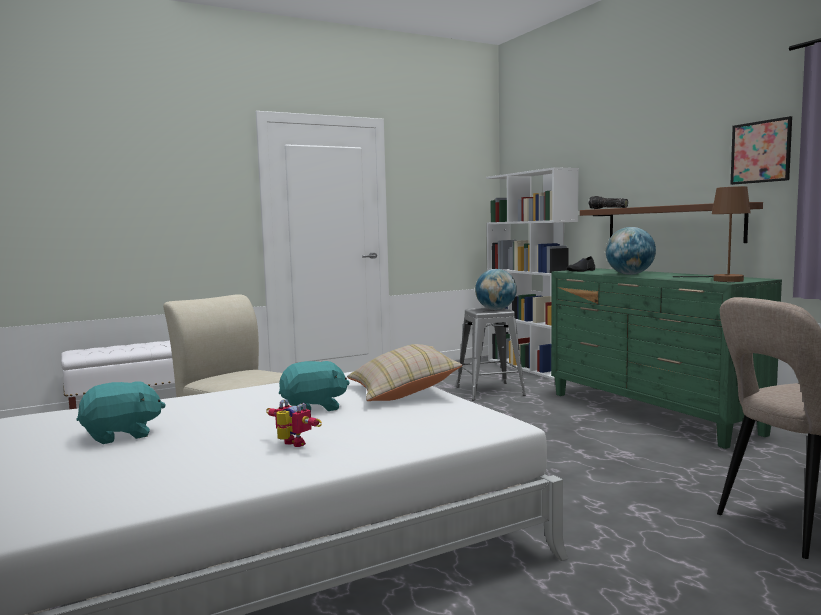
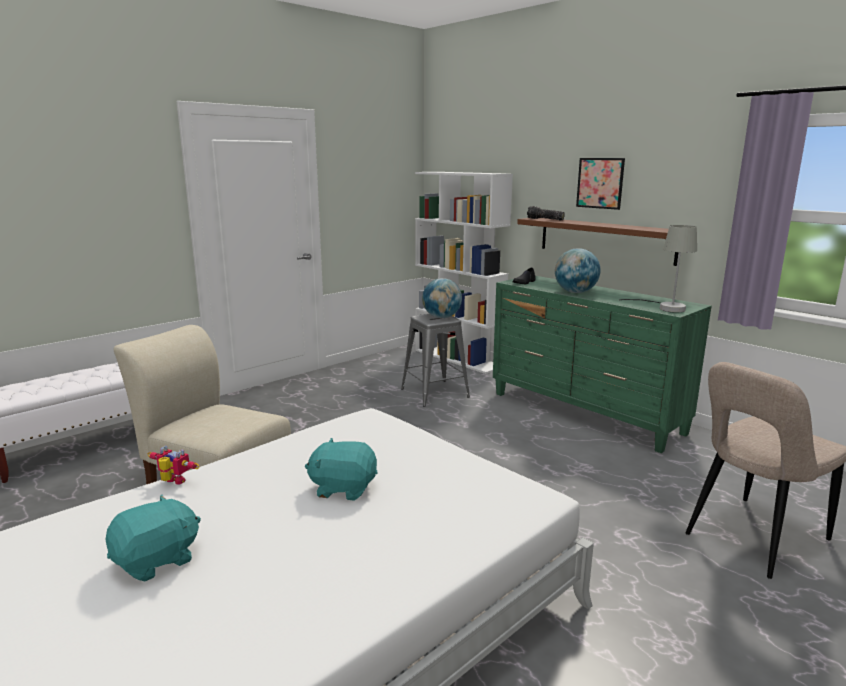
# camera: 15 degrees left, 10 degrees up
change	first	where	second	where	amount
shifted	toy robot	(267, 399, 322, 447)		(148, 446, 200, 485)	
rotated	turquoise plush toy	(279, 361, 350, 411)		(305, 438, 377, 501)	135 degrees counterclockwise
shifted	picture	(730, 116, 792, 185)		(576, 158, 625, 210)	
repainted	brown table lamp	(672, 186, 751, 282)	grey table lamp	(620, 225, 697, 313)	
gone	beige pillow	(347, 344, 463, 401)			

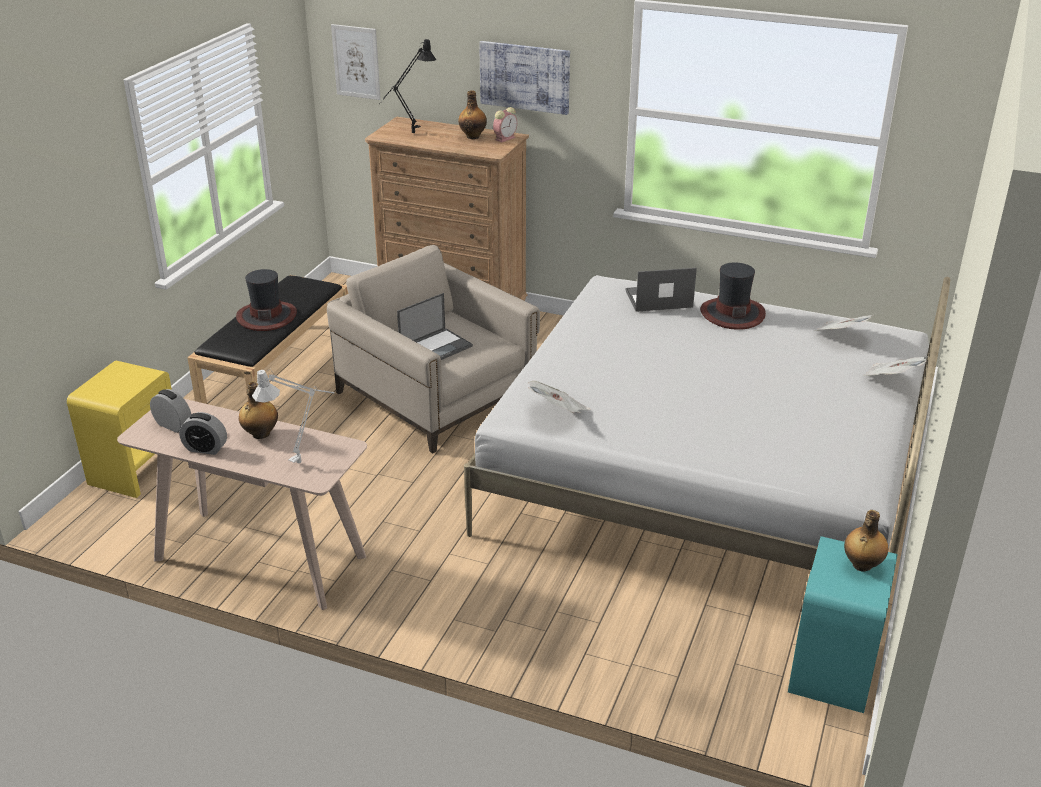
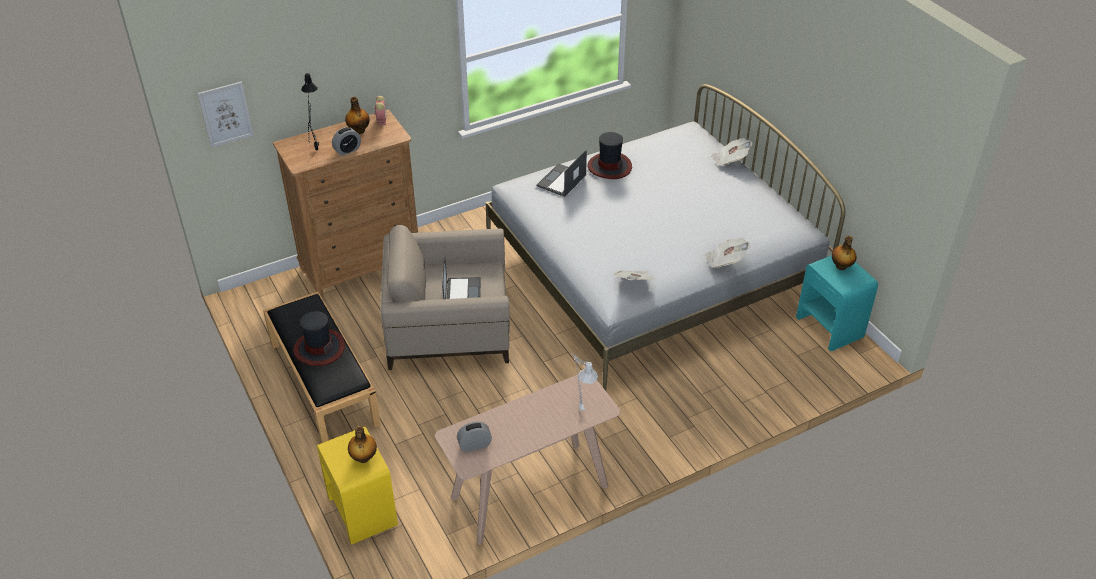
# camera: 50 degrees left, 10 degrees up
change	first	where	second	where	amount
shifted	alarm clock	(179, 412, 227, 455)		(332, 127, 361, 156)	
shifted	bottle	(239, 381, 278, 439)		(348, 426, 377, 463)	
shifted	newspaper	(814, 315, 872, 331)		(705, 237, 750, 268)	
gone	picture	(479, 41, 570, 115)			

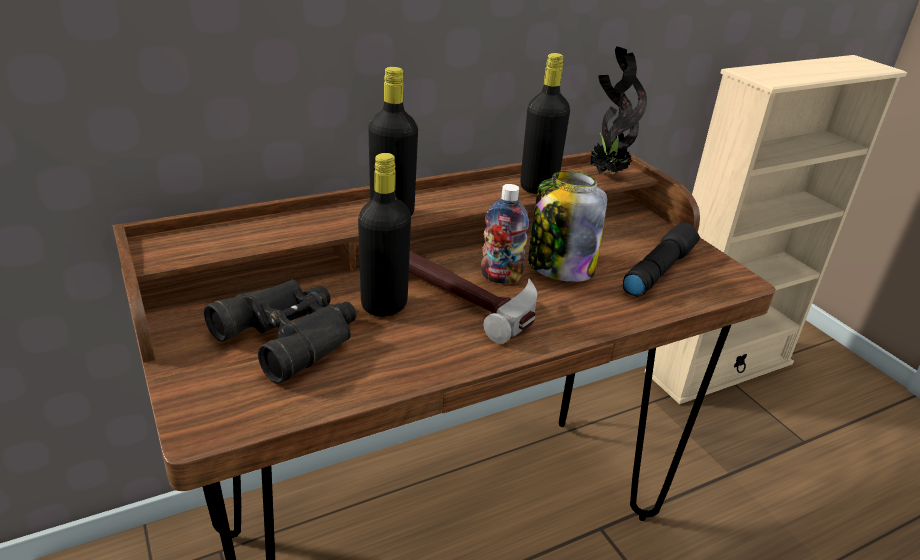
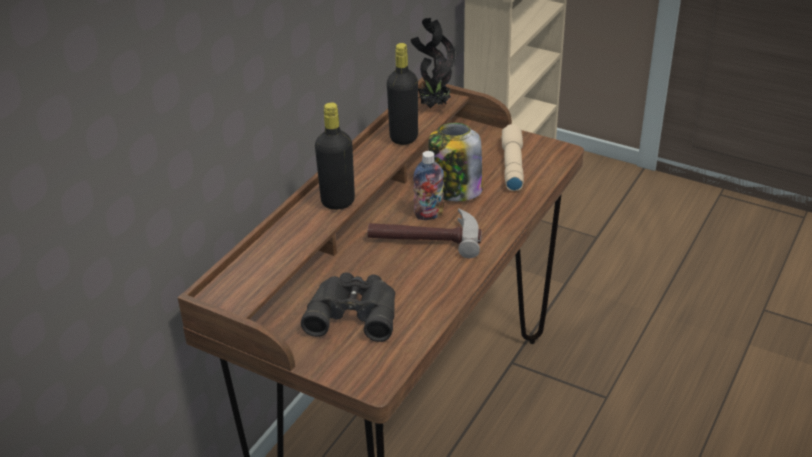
# camera: 30 degrees left, 5 degrees up
change	first	where	second	where	amount
repainted	black flashlight	(623, 223, 700, 297)	beige flashlight	(502, 124, 524, 191)	
gone	black bottle	(358, 153, 411, 317)			

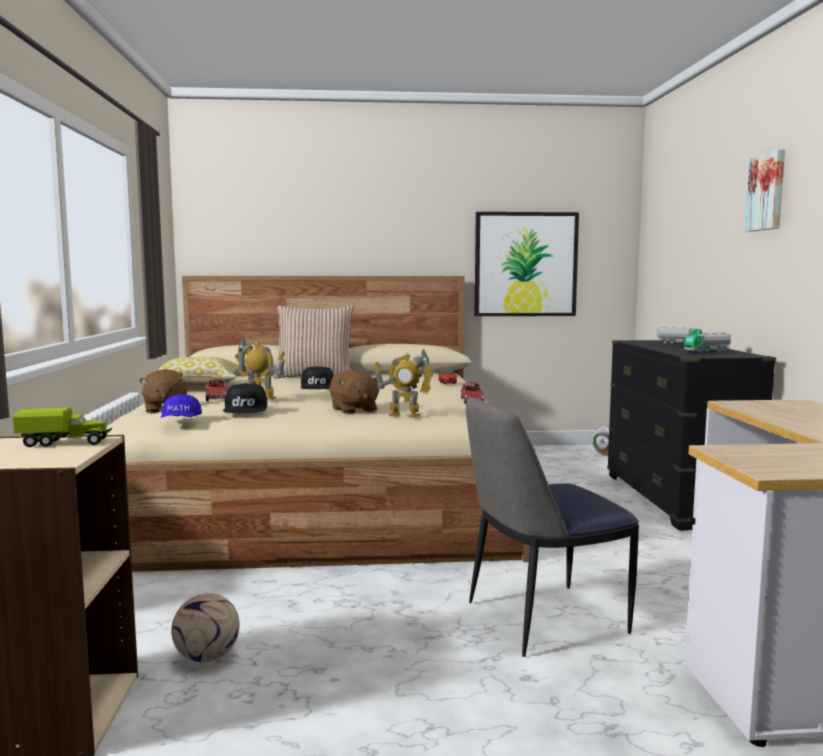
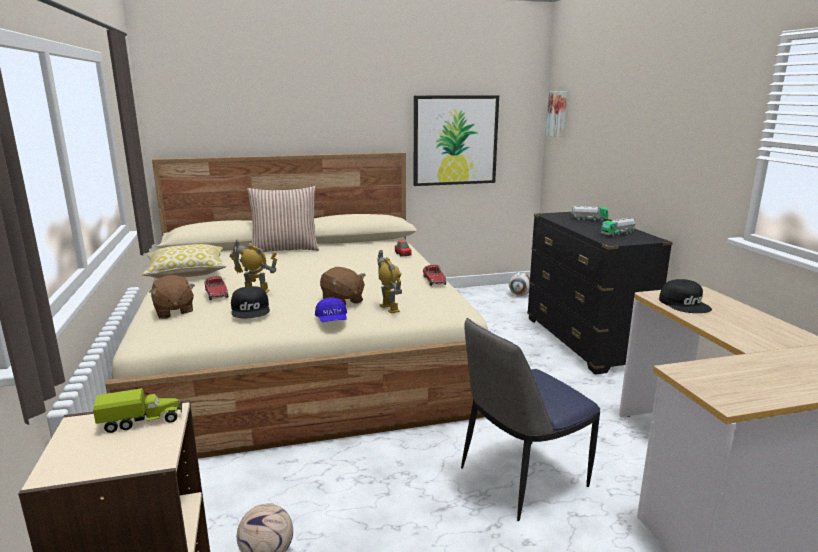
# camera: 10 degrees left, 10 degrees up
change	first	where	second	where	amount
shifted	blue cap	(161, 394, 202, 418)		(315, 297, 347, 322)	
rotated	toy robot	(374, 349, 436, 418)		(377, 250, 402, 314)	120 degrees counterclockwise
shifted	picture	(745, 150, 785, 232)		(546, 91, 567, 138)	
shifted	black cap	(301, 366, 334, 389)		(659, 279, 712, 313)	

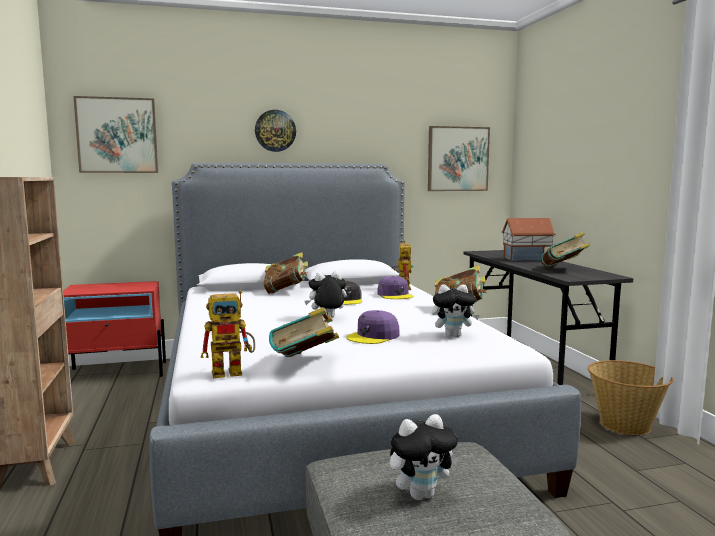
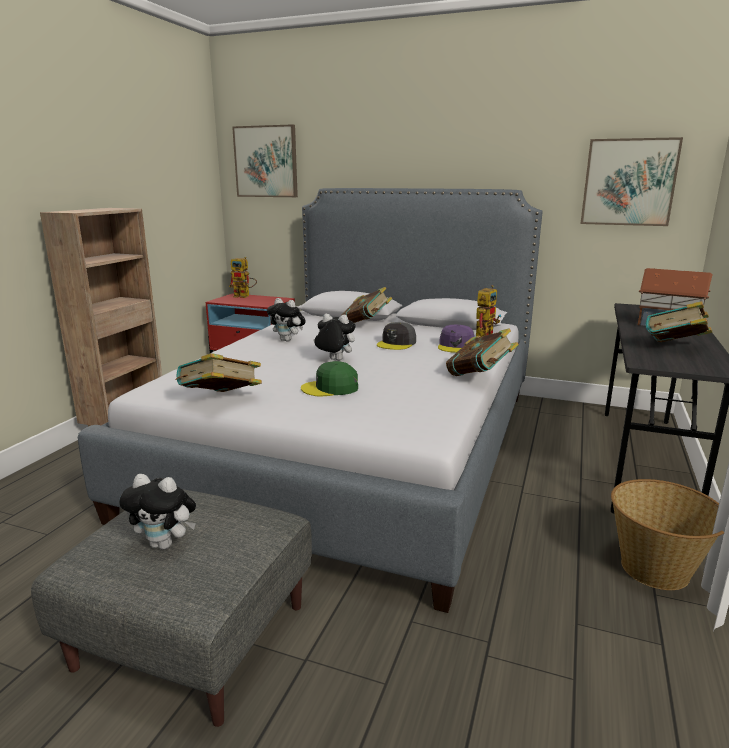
# camera: 35 degrees right, 10 degrees up
change	first	where	second	where	amount
shifted	toy robot	(201, 290, 255, 378)		(229, 257, 257, 298)	
shifted	plush toy	(432, 284, 480, 337)		(267, 298, 306, 341)	
repainted	purple cap	(347, 310, 400, 344)	green cap	(301, 361, 358, 396)	
gone	wall clock	(255, 110, 296, 152)			

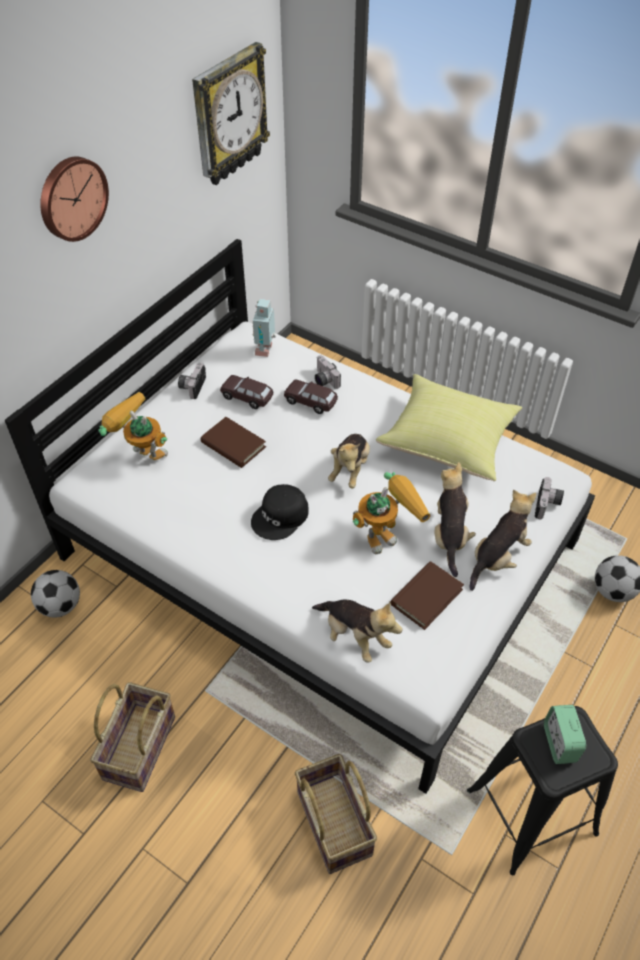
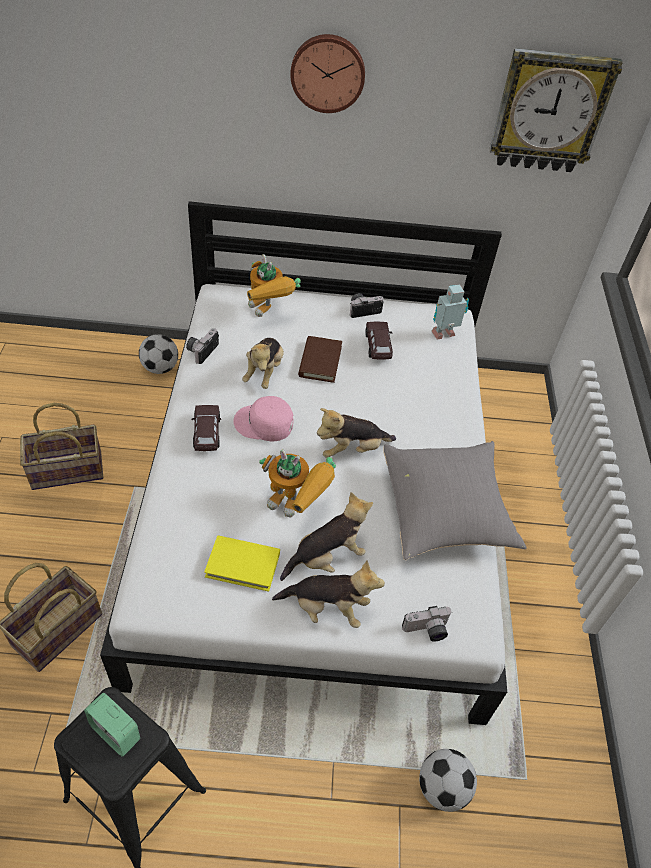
# camera: 55 degrees right, 0 degrees up
change	first	where	second	where	amount
rotated	alarm clock	(544, 705, 586, 764)		(84, 693, 140, 757)	105 degrees counterclockwise
shifted	photo camera	(315, 355, 341, 389)		(186, 328, 219, 364)	
shifted	brown toy car	(284, 380, 338, 414)		(191, 405, 221, 451)	
repainted	brown book	(391, 561, 464, 630)	yellow book	(204, 535, 280, 592)	
repainted	black cap	(251, 484, 309, 540)	pink cap	(233, 396, 294, 441)	
shifted	plush toy	(312, 599, 402, 663)		(242, 338, 284, 389)	
rotated	toy robot	(98, 392, 168, 460)		(247, 254, 301, 317)	150 degrees clockwise
repainted	yellow pillow	(376, 374, 522, 481)	grey pillow	(383, 441, 527, 560)	

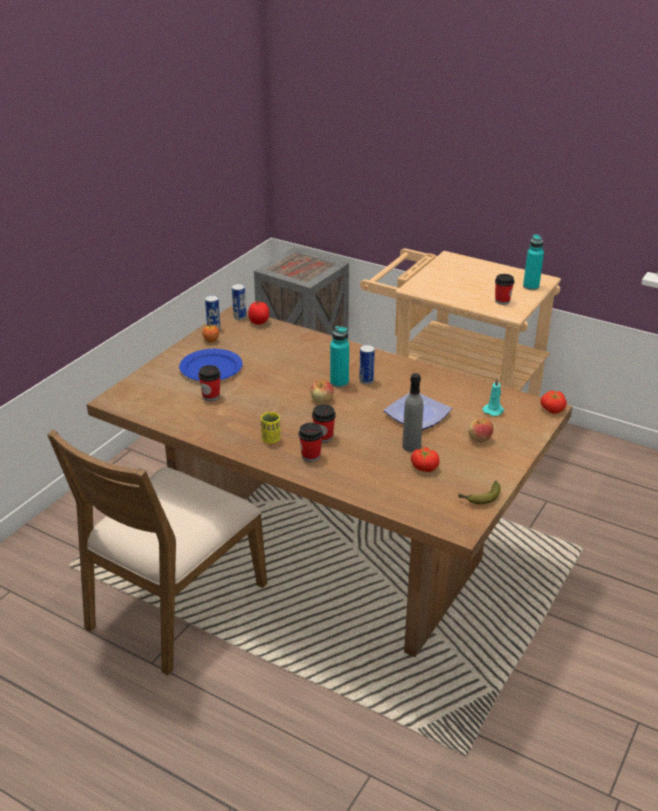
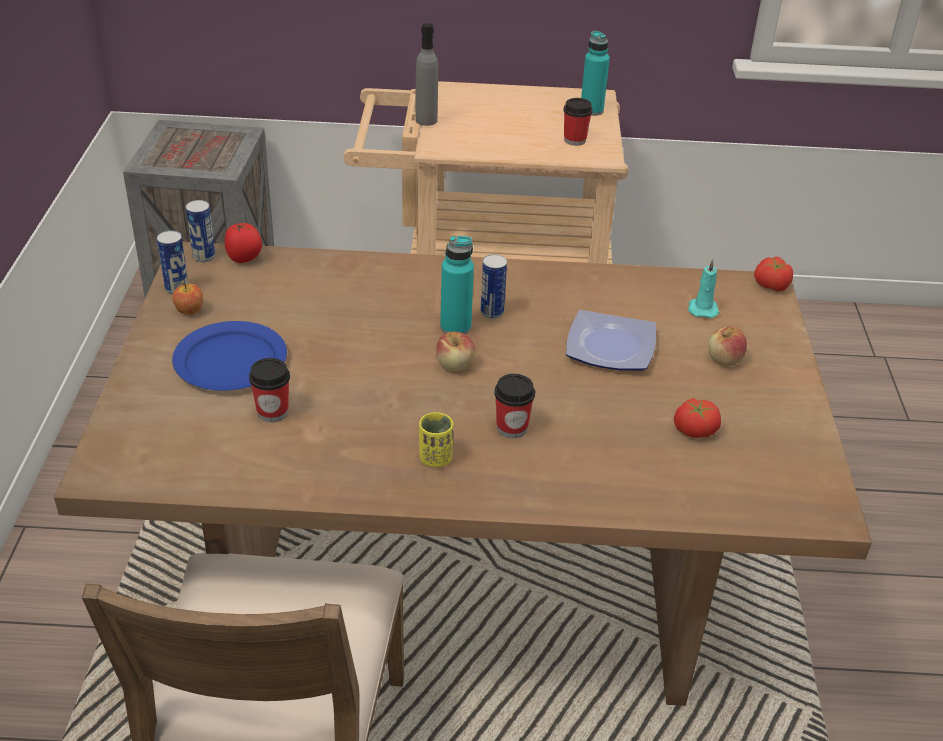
# camera: 30 degrees left, 5 degrees up
change	first	where	second	where	amount
shifted	grey bottle	(402, 373, 423, 452)		(415, 23, 438, 126)	
gone	cup	(299, 423, 323, 462)			
gone	banana	(458, 481, 501, 504)			

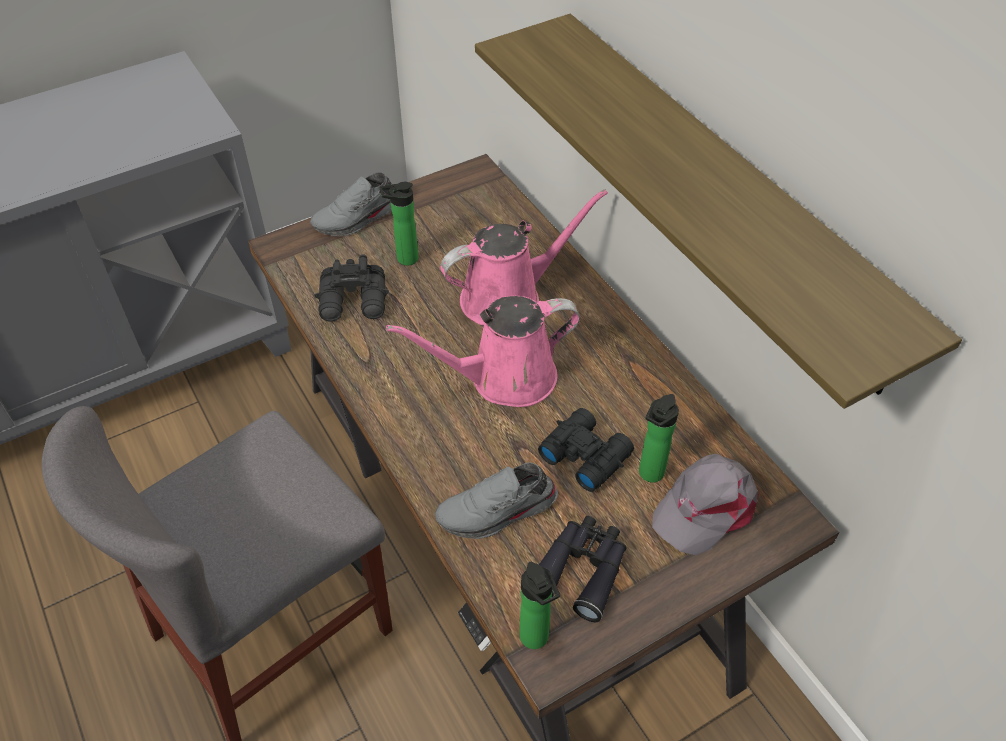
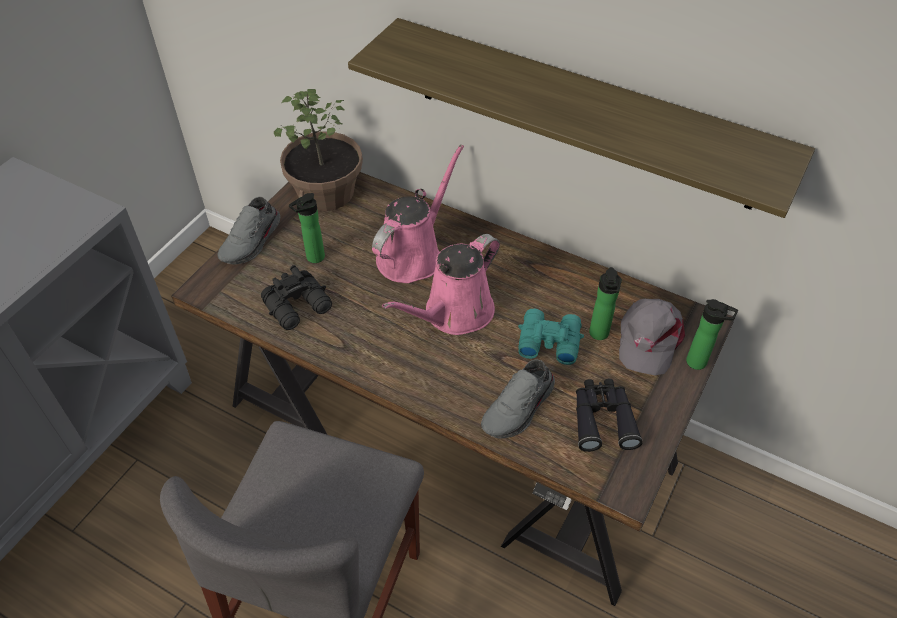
# camera: 30 degrees left, 0 degrees up
change	first	where	second	where	amount
new			potted plant	(274, 89, 363, 211)	
repainted	black binoculars	(538, 408, 634, 492)	turquoise binoculars	(518, 309, 584, 365)	
shifted	bottle	(520, 562, 560, 649)		(686, 299, 738, 370)	

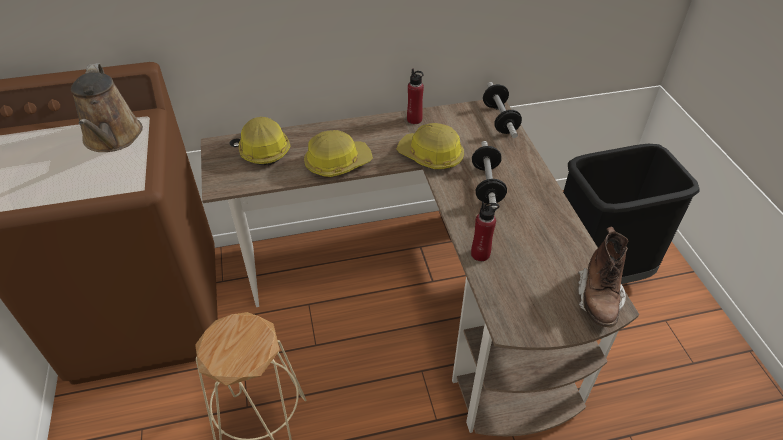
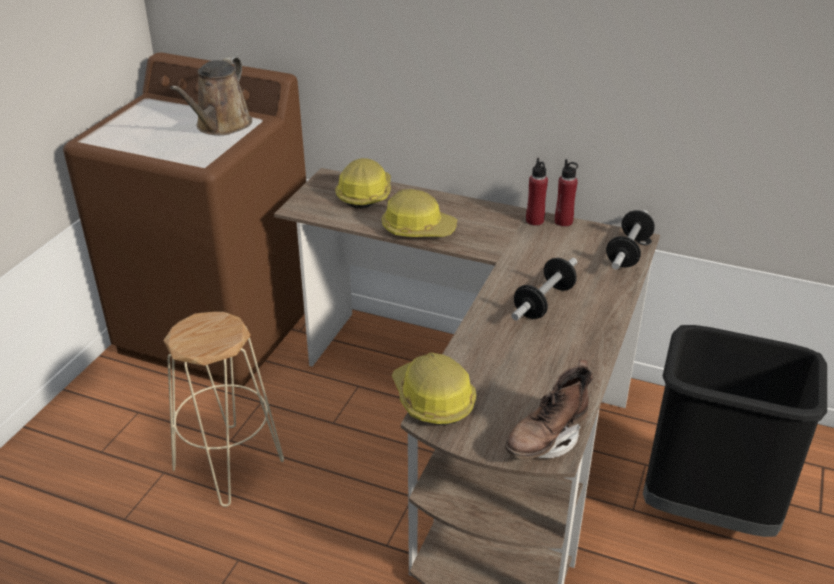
# camera: 35 degrees right, 10 degrees down
change	first	where	second	where	amount
shifted	hard hat	(396, 123, 464, 169)		(392, 352, 476, 425)	
shifted	red bottle	(471, 202, 499, 261)		(555, 159, 578, 227)	

